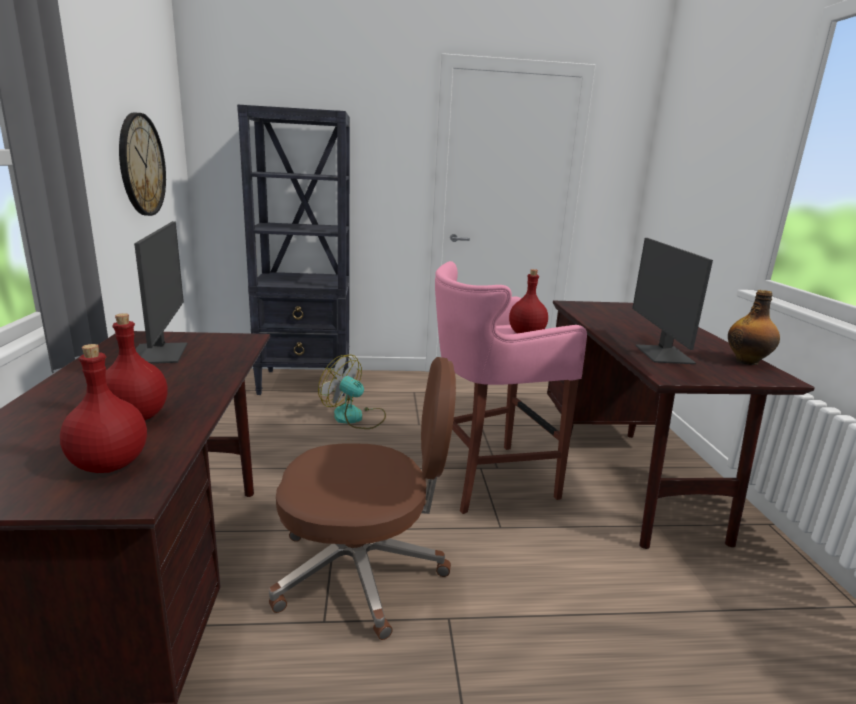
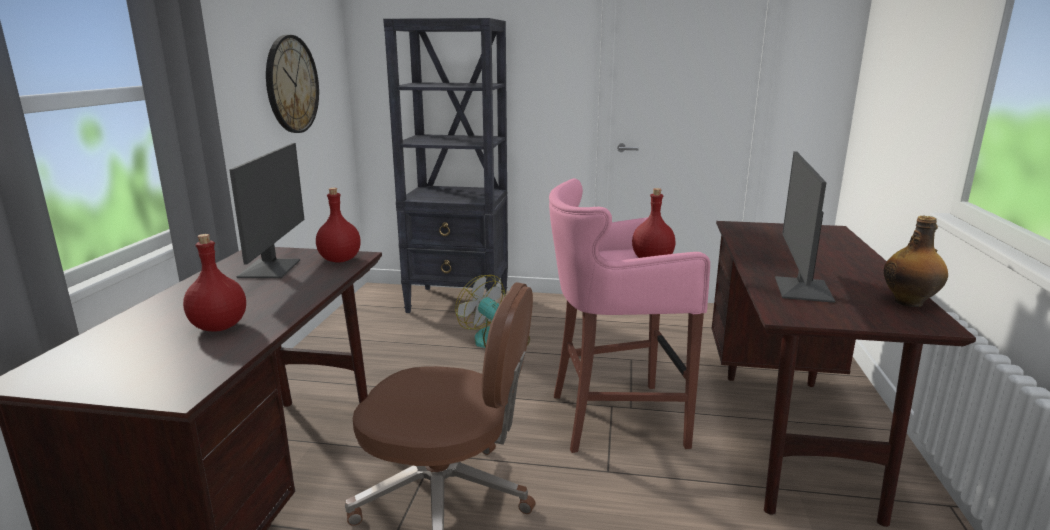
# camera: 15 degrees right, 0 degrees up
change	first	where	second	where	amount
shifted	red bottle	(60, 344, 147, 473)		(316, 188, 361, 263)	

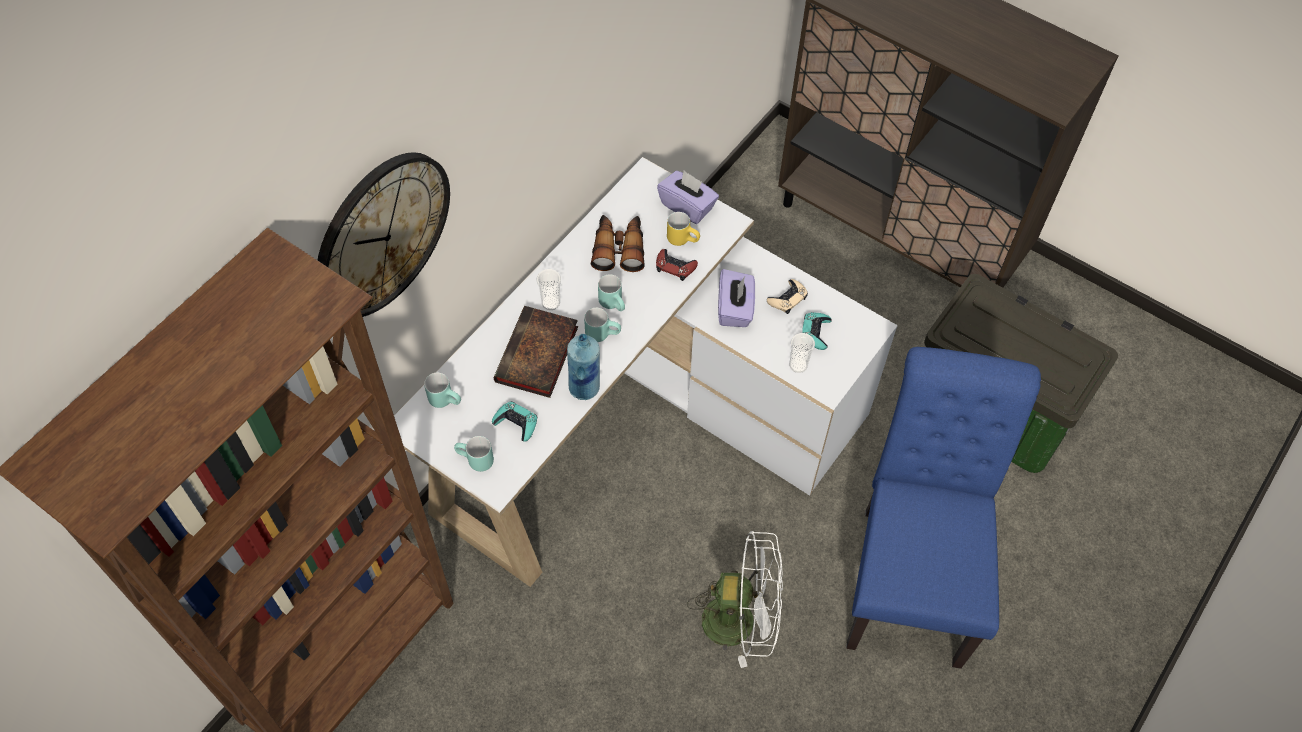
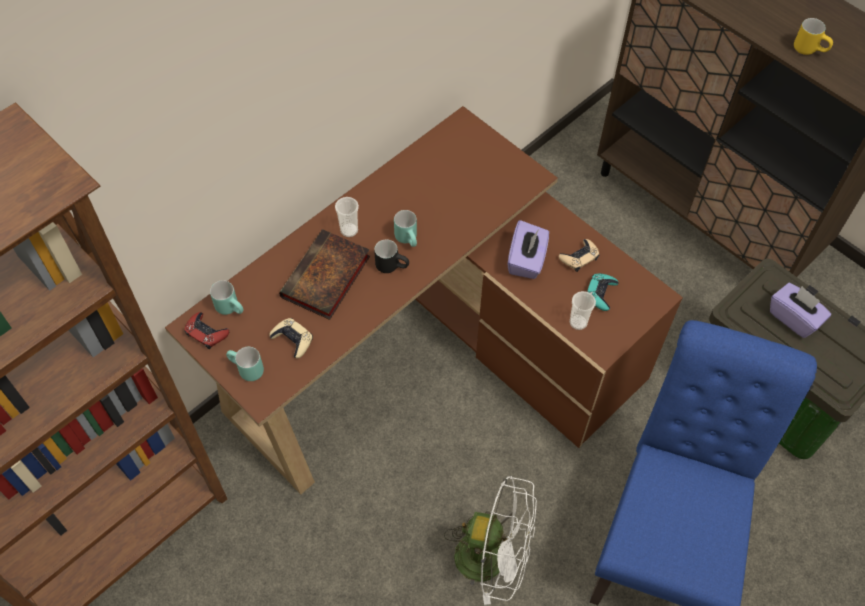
# camera: 10 degrees right, 0 degrees up
change	first	where	second	where	amount
repainted	white desk	(394, 157, 898, 587)	brown desk	(165, 106, 683, 494)	
shifted	red game controller	(656, 249, 698, 281)		(184, 312, 229, 349)	
repainted	turquoise game controller	(492, 401, 537, 442)	beige game controller	(269, 318, 313, 358)	
repainted	turquoise mug	(584, 308, 621, 342)	black mug	(374, 239, 409, 273)	
shifted	purple tissue box	(657, 170, 719, 224)		(770, 283, 831, 338)	
shifted	yellow mug	(667, 212, 700, 246)		(794, 18, 833, 55)	
gone	wall clock	(318, 152, 450, 317)			
gone	blue bottle	(567, 334, 600, 400)			
gone	binoculars	(591, 215, 645, 272)			

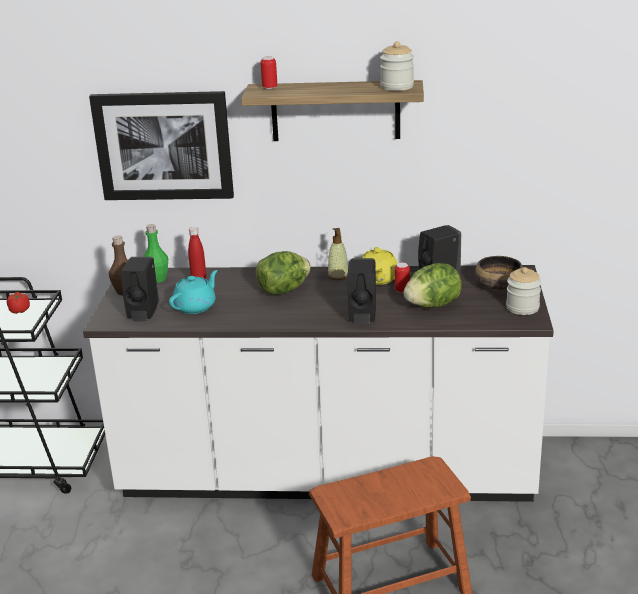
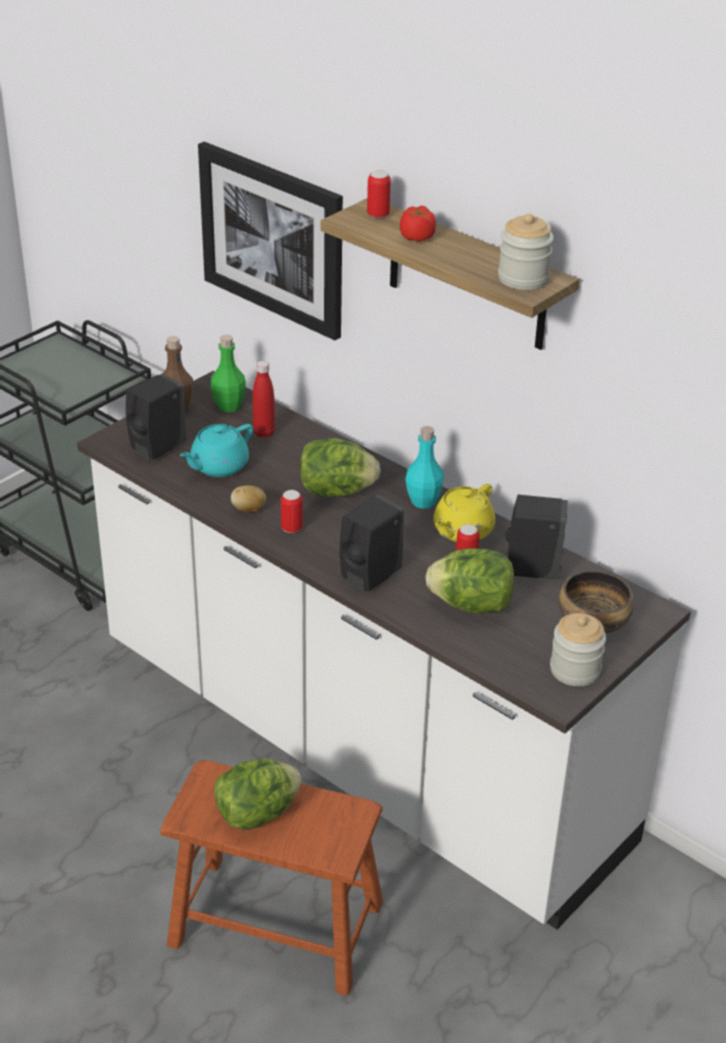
# camera: 35 degrees right, 10 degrees up
change	first	where	second	where	amount
rotated	turquoise teapot	(169, 270, 218, 314)		(180, 424, 253, 477)	150 degrees clockwise
new			lettuce	(214, 758, 301, 830)	
new			potato	(231, 485, 266, 512)	
new			can	(281, 490, 303, 533)	
shifted	tomato	(7, 292, 30, 314)		(400, 205, 436, 242)	
swapped	soap dispenser	(328, 228, 348, 280)	turquoise bottle	(405, 426, 444, 509)	

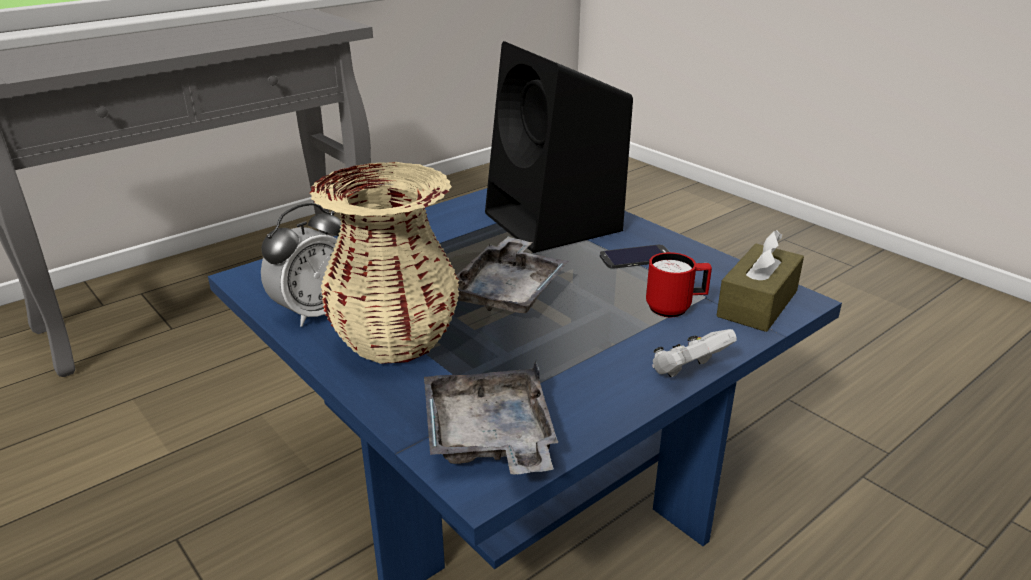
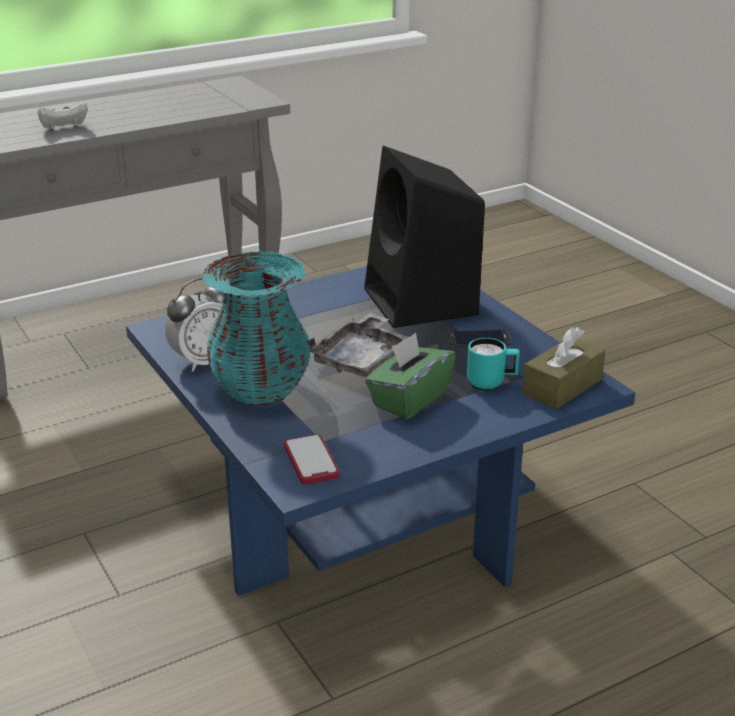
# camera: 10 degrees right, 0 degrees up
change	first	where	second	where	amount
shifted	white game controller	(652, 329, 737, 377)		(38, 103, 88, 130)	
repainted	beige vase	(309, 162, 459, 364)	turquoise vase	(202, 251, 311, 405)	
swapped	grey tray	(424, 361, 558, 475)	phone	(284, 435, 339, 484)	
new			green tissue box	(365, 333, 456, 419)	
repainted	red mug	(646, 252, 712, 317)	turquoise mug	(467, 338, 520, 391)	

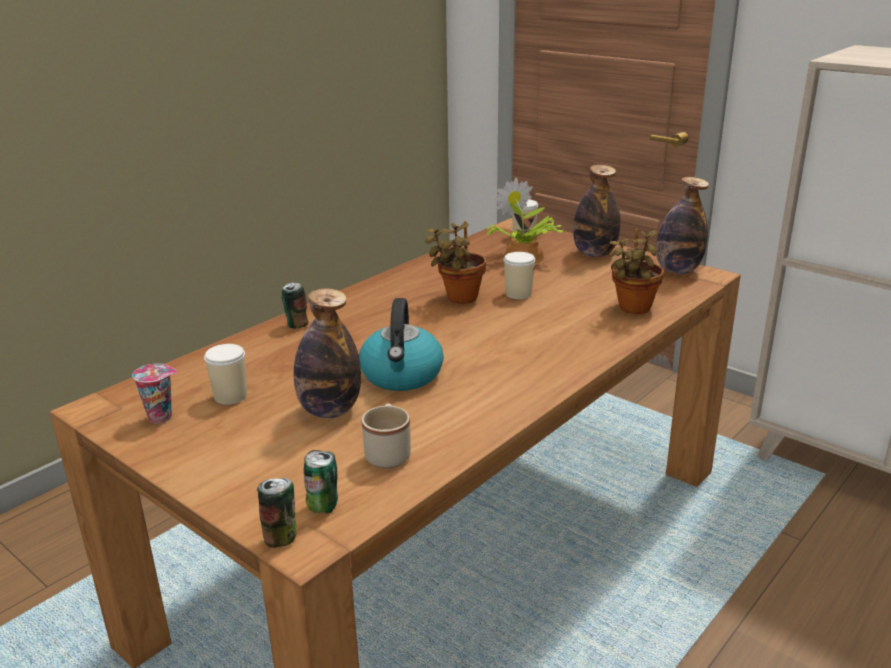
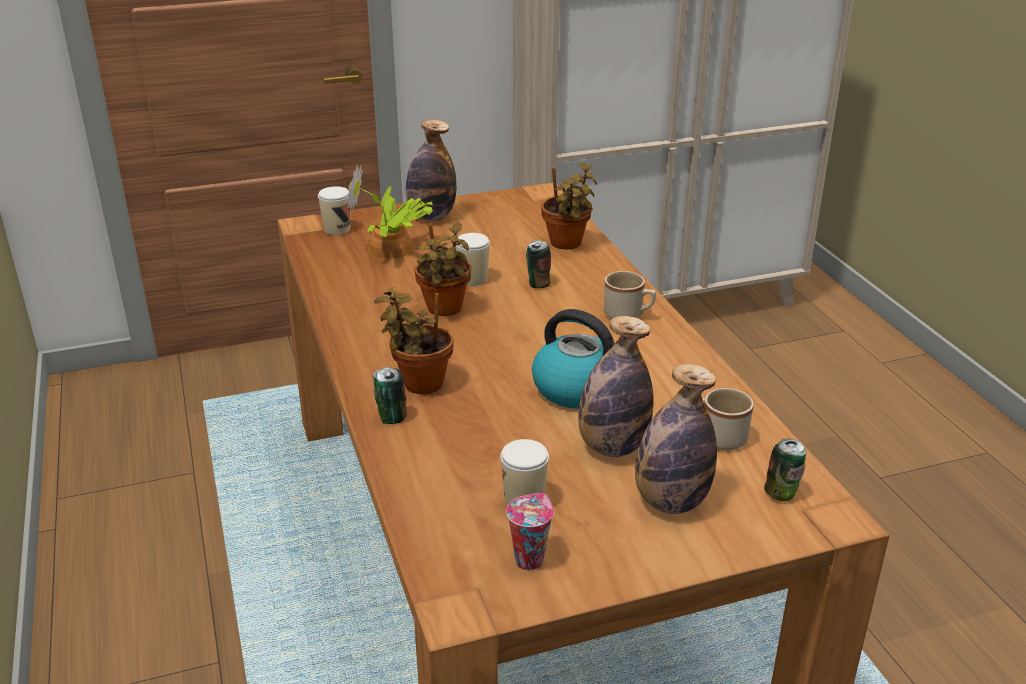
# camera: 60 degrees left, 5 degrees up
change	first	where	second	where	amount
new			potted plant	(374, 287, 454, 394)	
shifted	can	(257, 478, 297, 548)		(526, 240, 551, 288)	
new			beige mug	(604, 271, 656, 319)	
shifted	bottle	(656, 177, 709, 274)		(635, 364, 717, 514)	

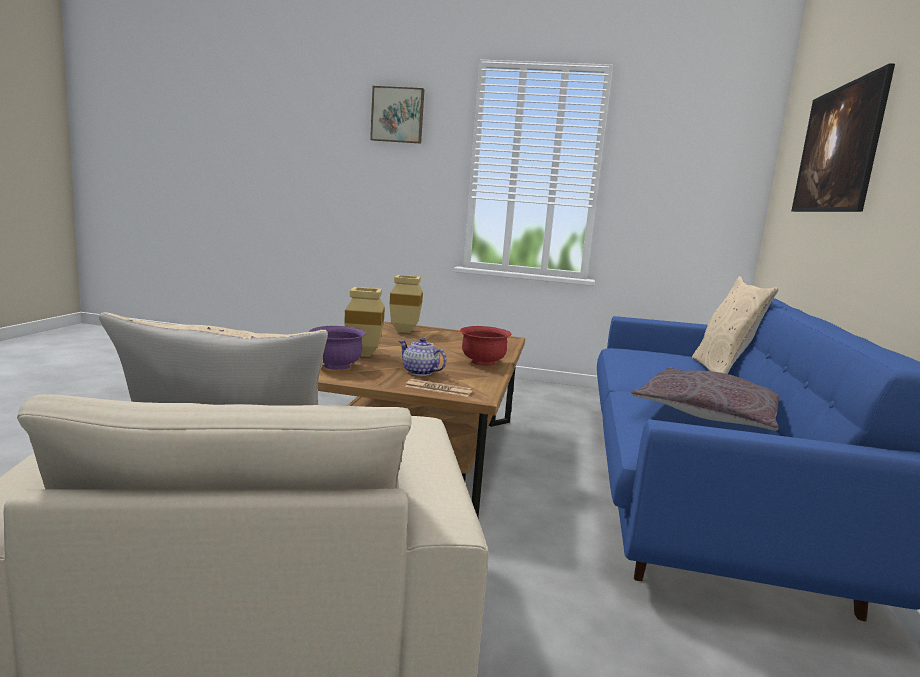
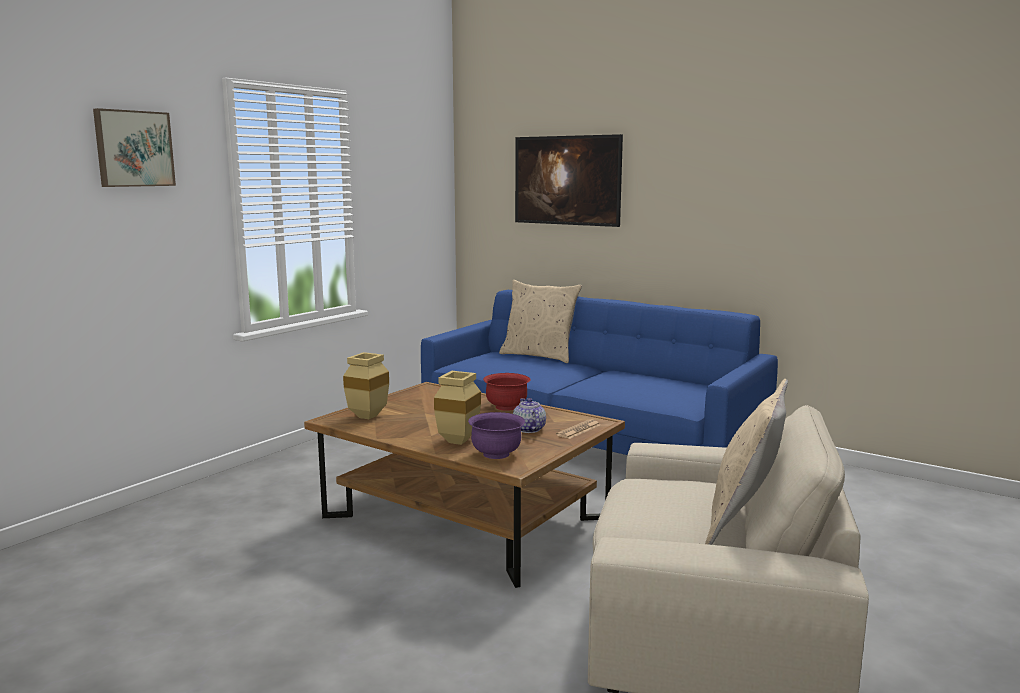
# camera: 65 degrees left, 0 degrees up
change	first	where	second	where	amount
rotated	teapot	(399, 338, 447, 376)		(513, 398, 546, 433)	105 degrees clockwise
gone	grey pillow	(631, 367, 779, 431)			

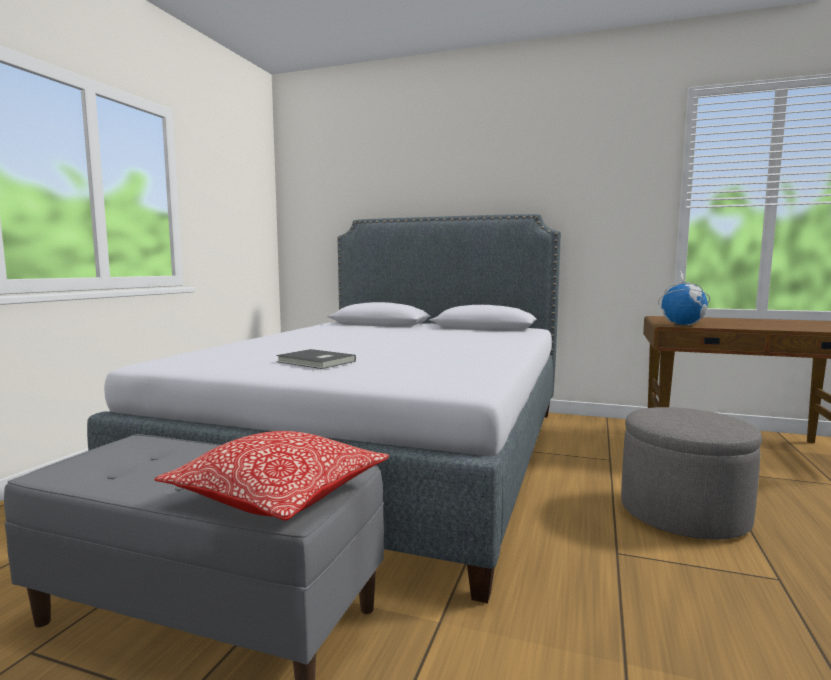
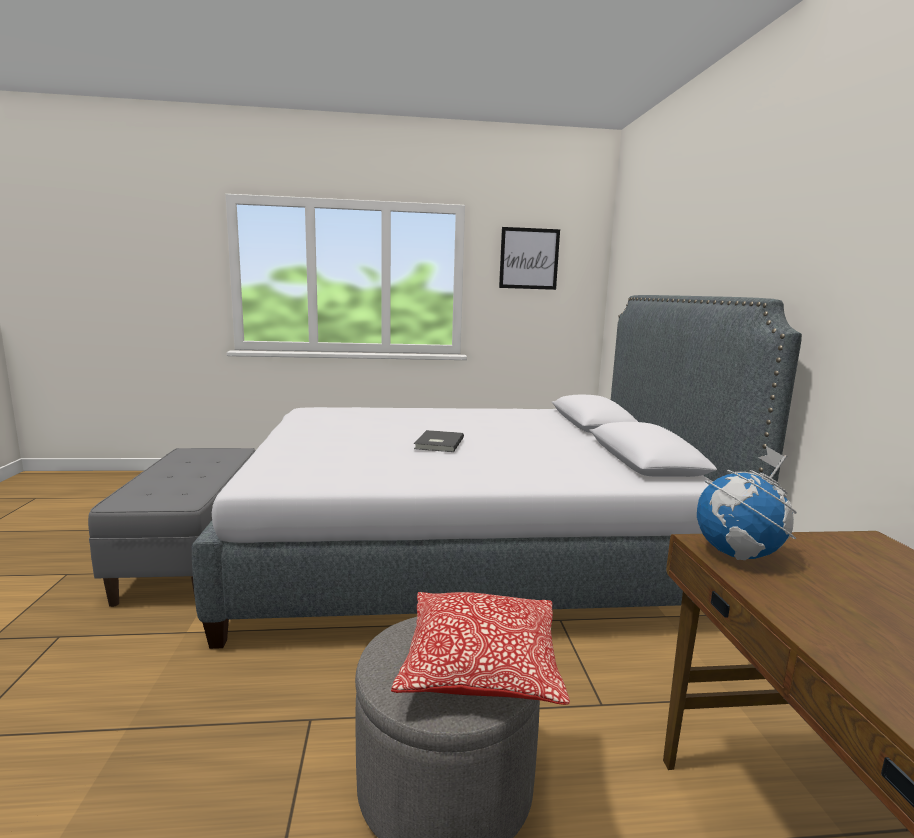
# camera: 65 degrees right, 5 degrees up
change	first	where	second	where	amount
shifted	pillow	(154, 431, 389, 521)		(391, 592, 570, 705)	
shifted	grey book	(276, 349, 356, 369)		(414, 430, 464, 452)	
new			picture	(499, 227, 560, 290)	

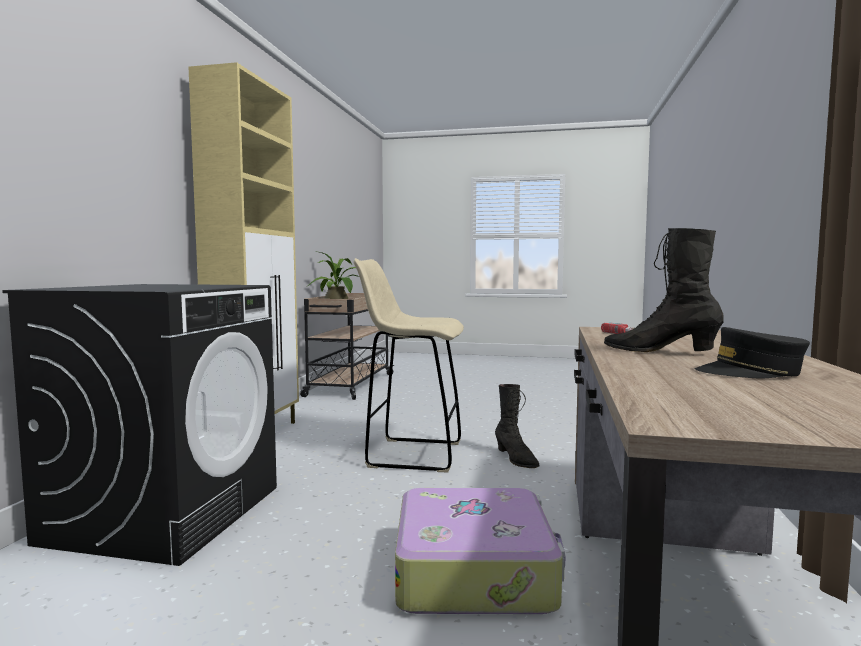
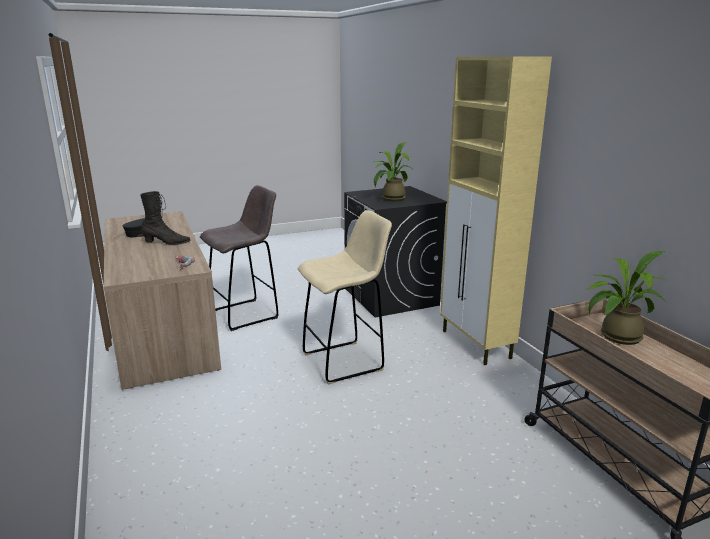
# camera: 145 degrees right, 15 degrees up
change	first	where	second	where	amount
swapped	suitcase	(395, 488, 566, 614)	grey stool	(200, 185, 278, 331)	
new			potted plant	(374, 142, 415, 201)	
gone	black boot	(495, 384, 540, 468)			

